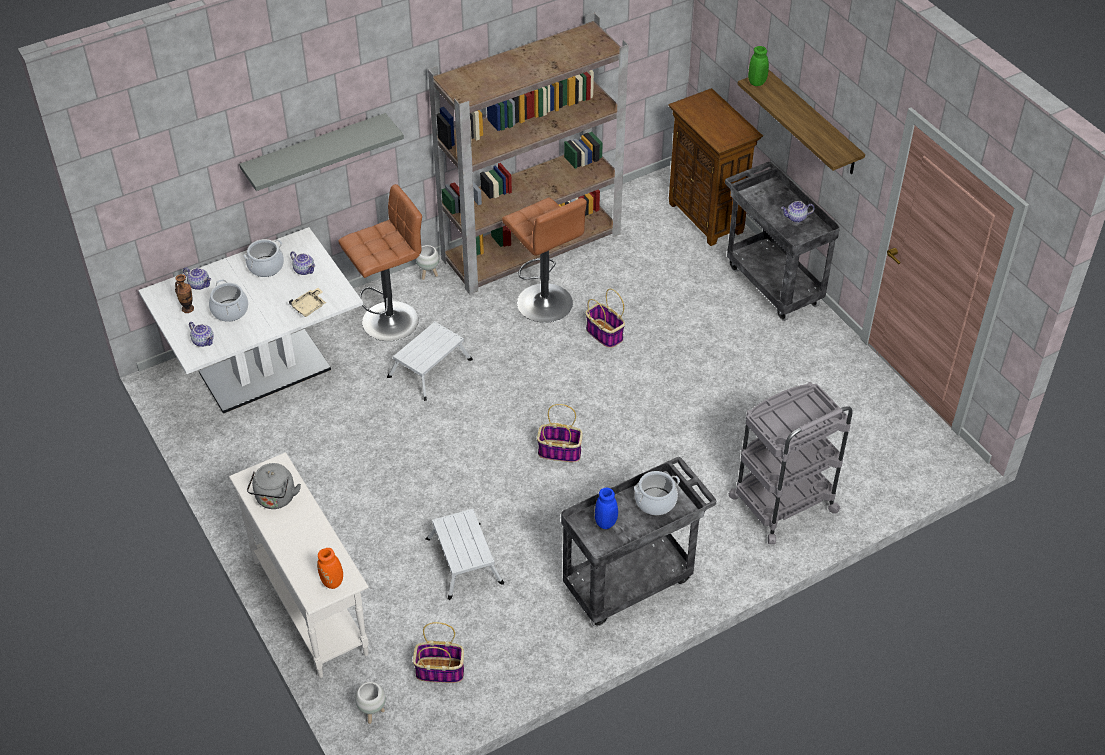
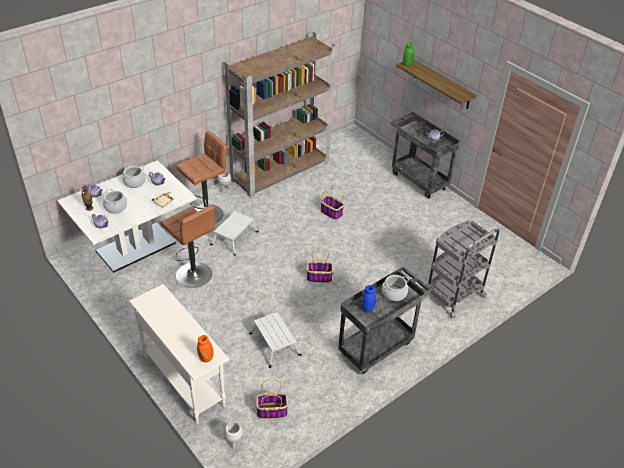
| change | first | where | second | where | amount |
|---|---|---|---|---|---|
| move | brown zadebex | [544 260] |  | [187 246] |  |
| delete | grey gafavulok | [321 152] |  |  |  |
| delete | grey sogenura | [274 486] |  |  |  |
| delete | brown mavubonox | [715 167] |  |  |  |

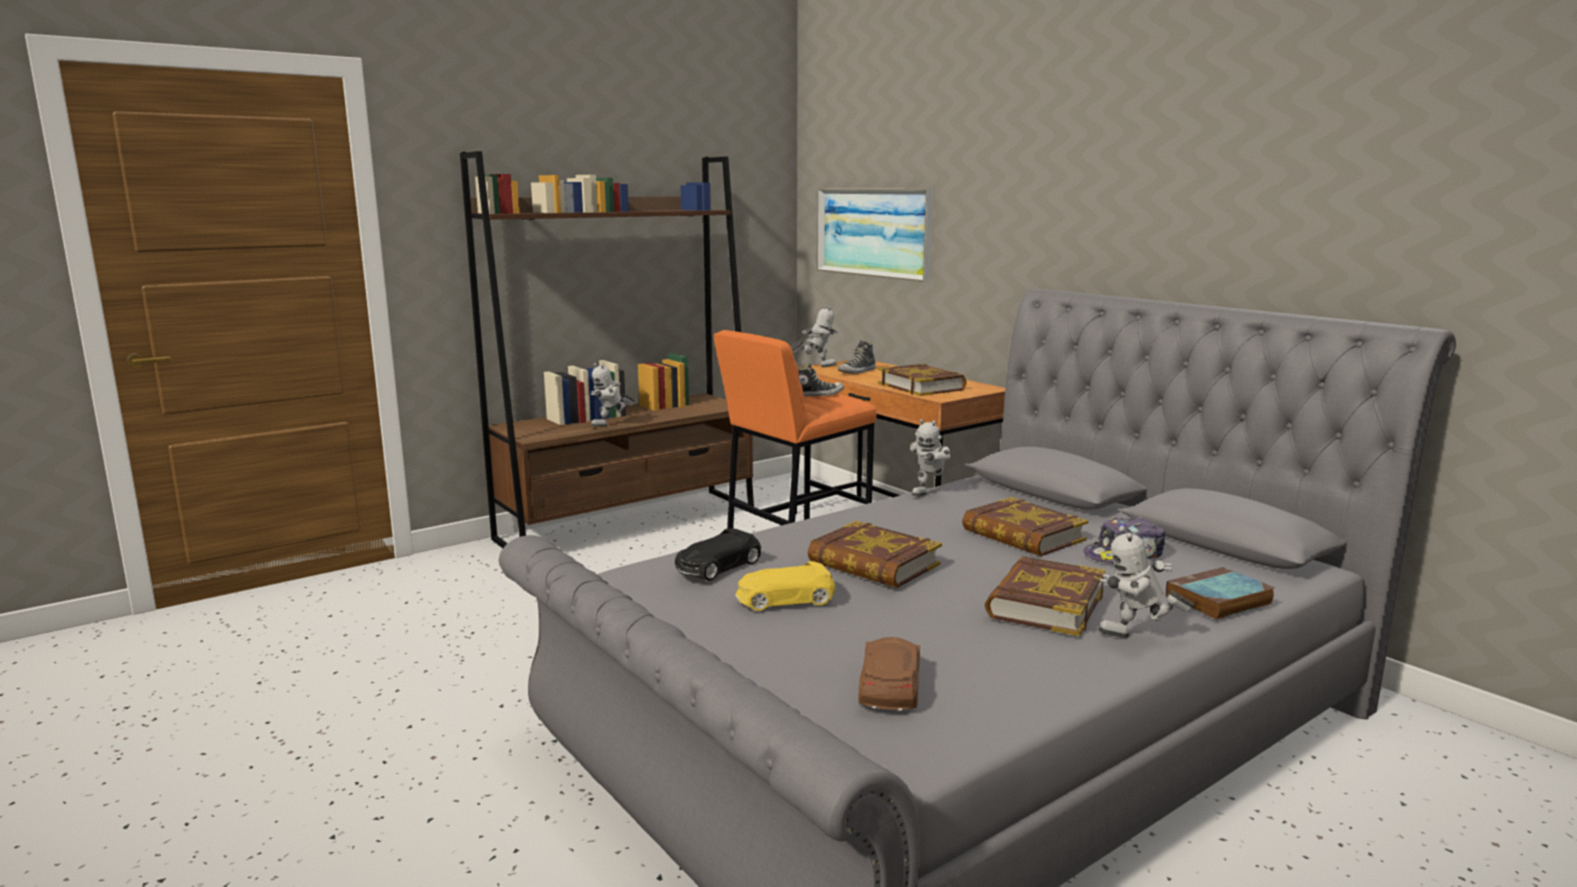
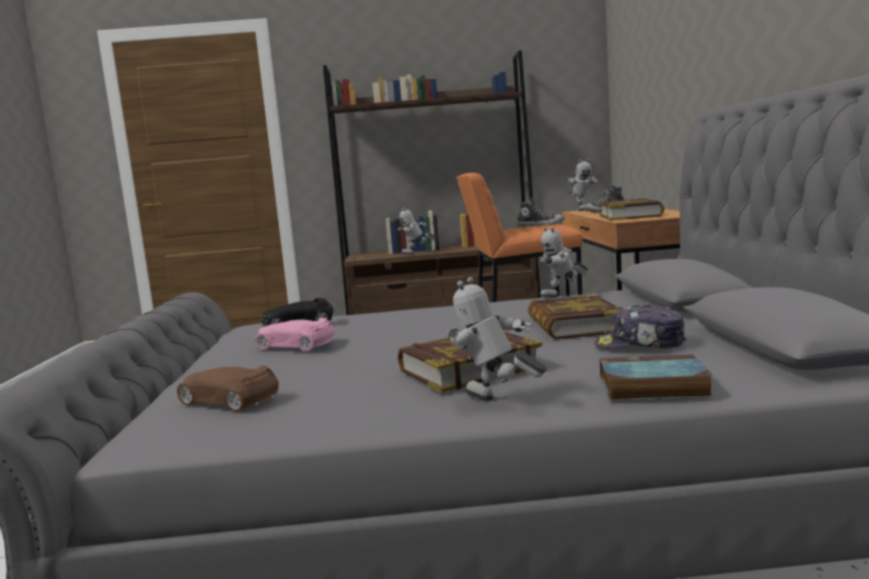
| change | first | where | second | where | amount |
|---|---|---|---|---|---|
| rotate | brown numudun | [889 673] |  | [228 388] | 105 degrees counterclockwise |
| recolor | yellow numudun | [785 586] | pink numudun | [295 334] |  |
| rotate | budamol | [814 336] |  | [582 185] | 60 degrees clockwise |
| delete | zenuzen | [875 554] |  |  |  |
| delete | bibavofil | [875 235] |  |  |  |

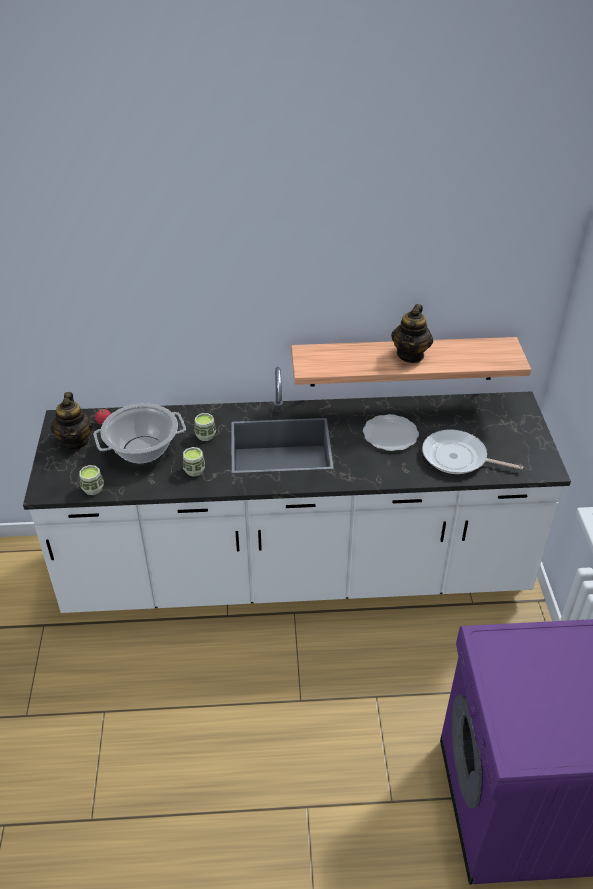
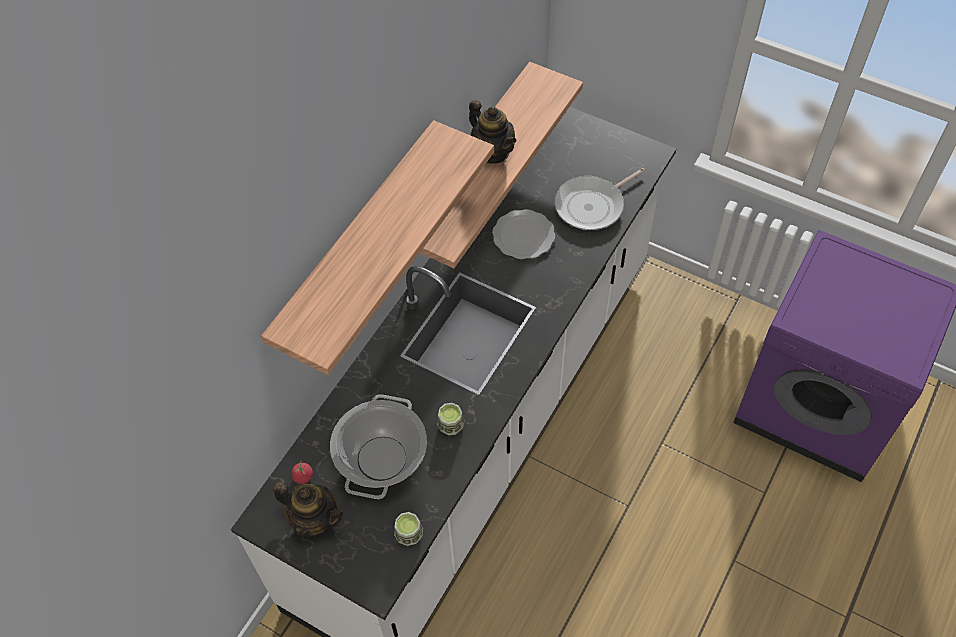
| change | first | where | second | where | amount |
|---|---|---|---|---|---|
| insert |  |  | gafavulok | [377 247] |  |
| delete | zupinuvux | [205 427] |  |  |  |

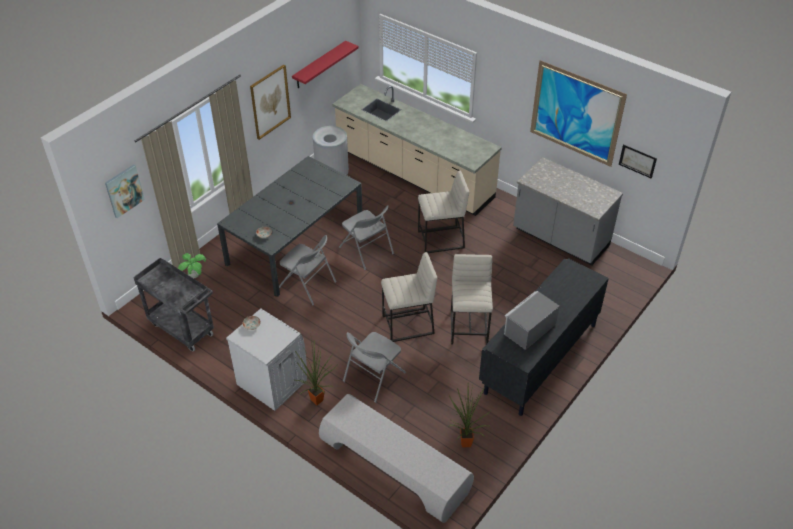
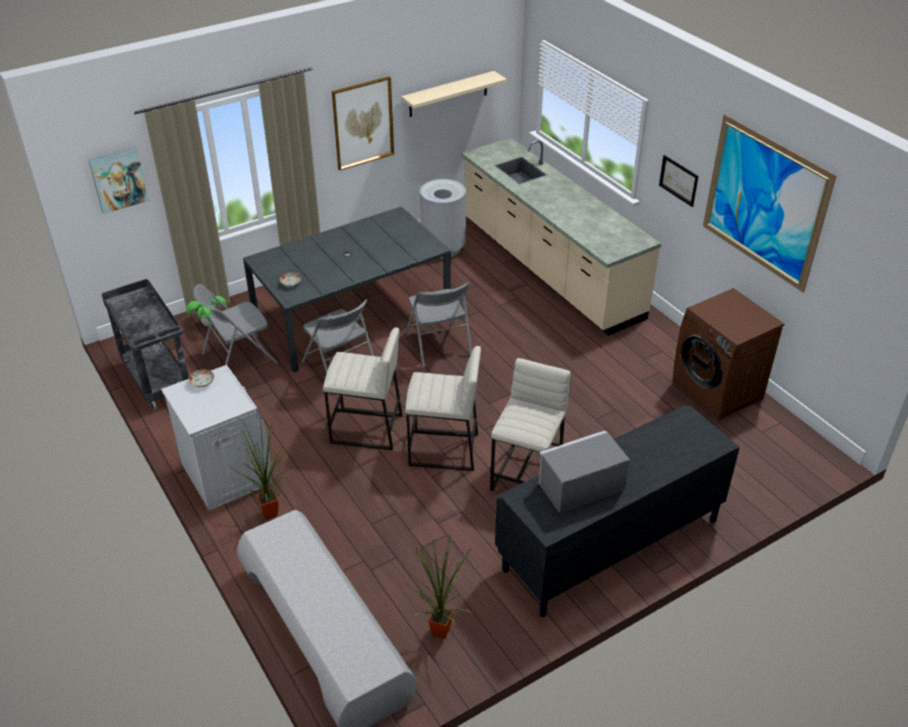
| change | first | where | second | where | amount |
|---|---|---|---|---|---|
| move | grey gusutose | [374 367] |  | [235 324] |  |
| move | beige zadebex | [443 212] |  | [363 389] |  |
| recolor | red gafavulok | [325 64] | beige gafavulok | [454 94] |  |
| move | bibavofil | [638 161] |  | [678 181] |  |
| replace | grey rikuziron | [568 211] | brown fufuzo | [728 354] |  |

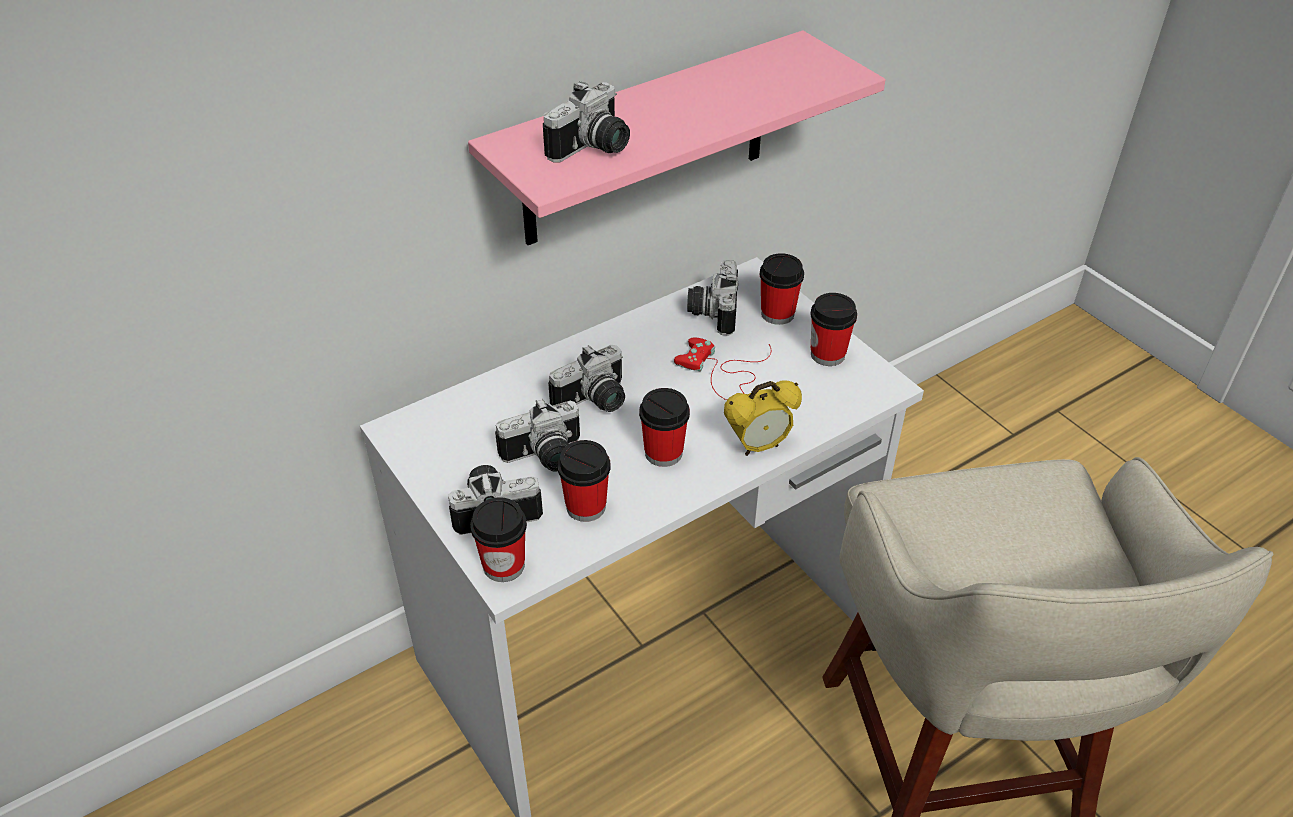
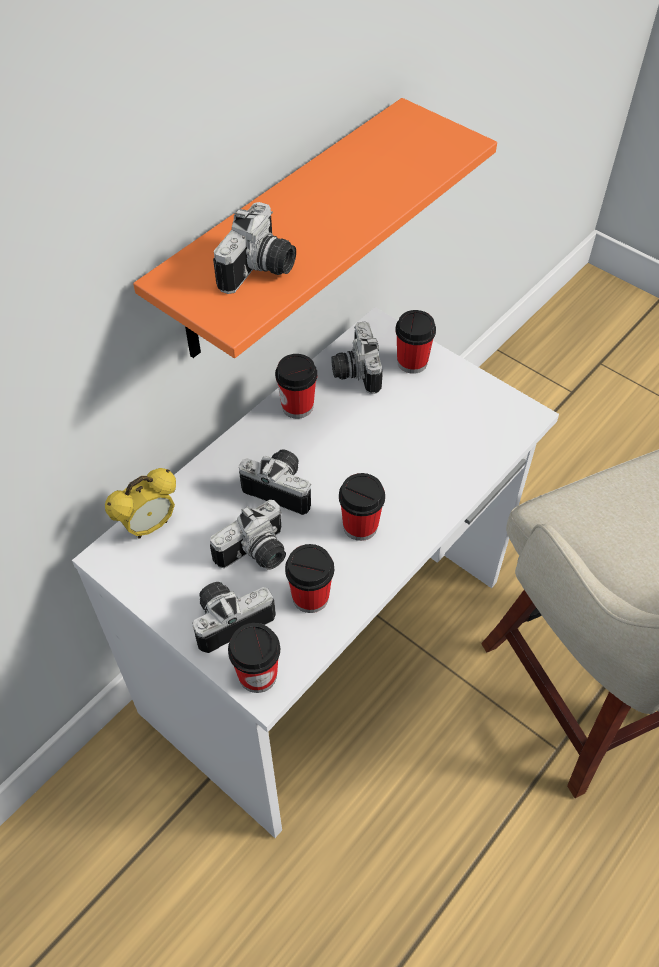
| change | first | where | second | where | amount |
|---|---|---|---|---|---|
| move | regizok | [763 418] |  | [140 503] |  |
| recolor | pink gafavulok | [676 137] | orange gafavulok | [315 228] |  |
| rotate | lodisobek | [586 378] |  | [275 482] | 105 degrees counterclockwise |
| move | zupinuvux | [833 329] |  | [296 386] |  |
| delete | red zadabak | [722 368] |  |  |  |

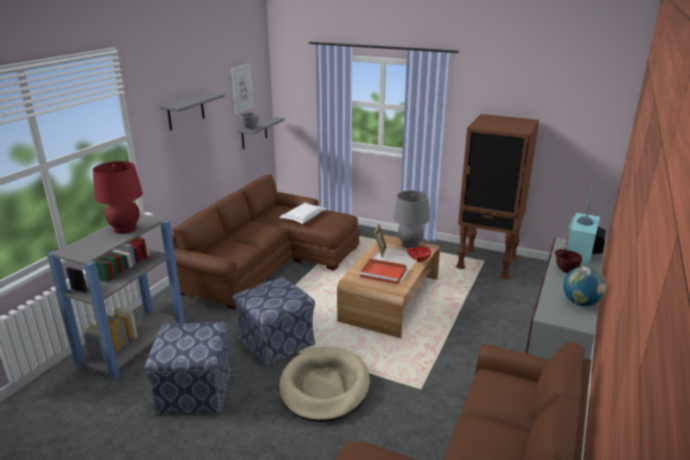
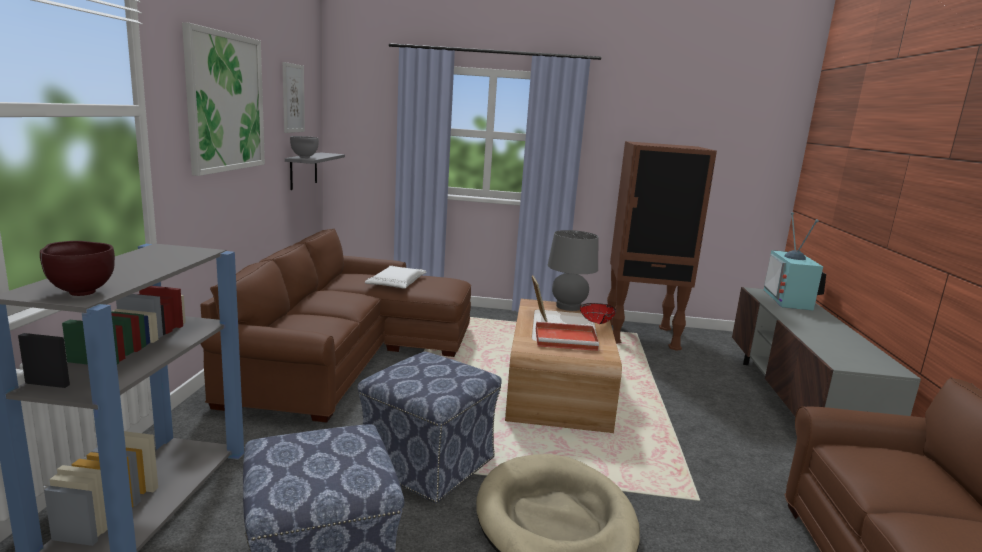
| change | first | where | second | where | amount |
|---|---|---|---|---|---|
| move | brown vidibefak | [568 261] |  | [77 268] |  |
| replace | grey gafavulok | [192 111] | bibavofil | [223 99] |  |
| delete | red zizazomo | [118 197] |  |  |  |
| delete | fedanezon | [584 286] |  |  |  |

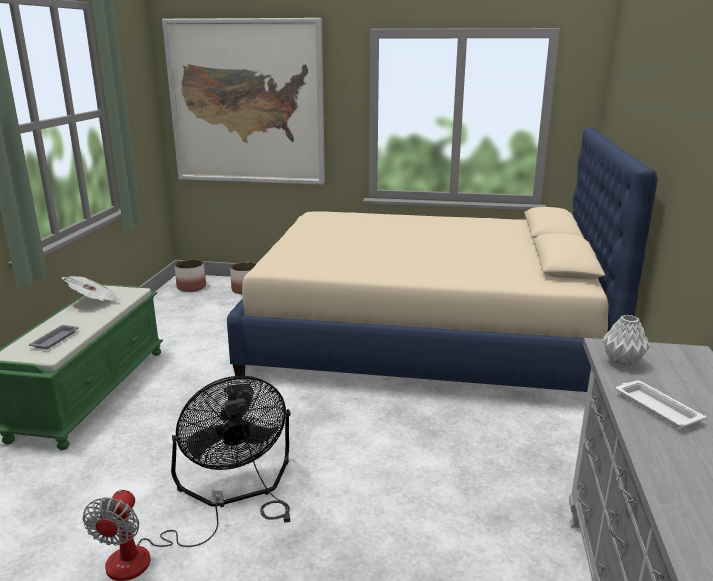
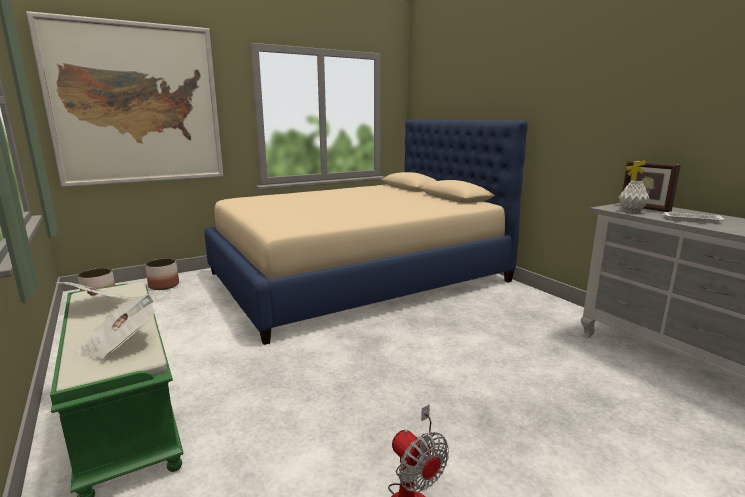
| change | first | where | second | where | amount |
|---|---|---|---|---|---|
| replace | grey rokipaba | [54 337] | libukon | [116 326] |  |
| insert |  |  | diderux | [650 186] |  |
| delete | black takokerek | [231 449] |  |  |  |

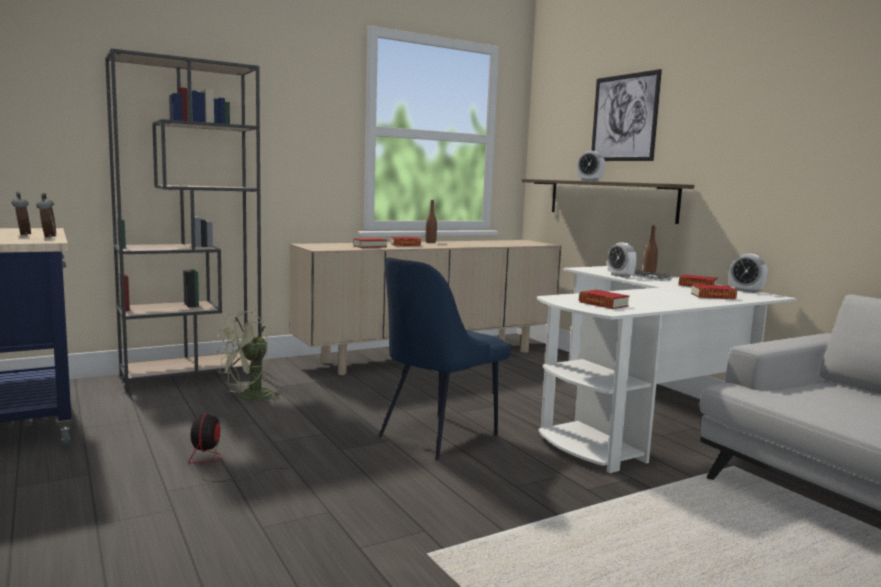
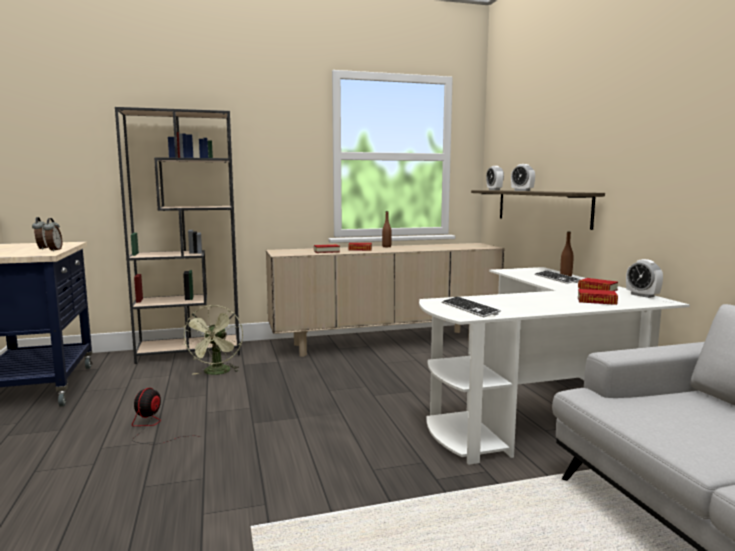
| change | first | where | second | where | amount |
|---|---|---|---|---|---|
| rotate | green takokerek | [248 357] |  | [212 340] | 60 degrees counterclockwise |
| replace | zenuzen | [604 299] | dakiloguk | [471 306] |  |
| move | regizok | [622 260] |  | [495 178] |  |
| delete | blue gusutose | [444 358] |  |  |  |
| delete | bibavofil | [626 115] |  |  |  |

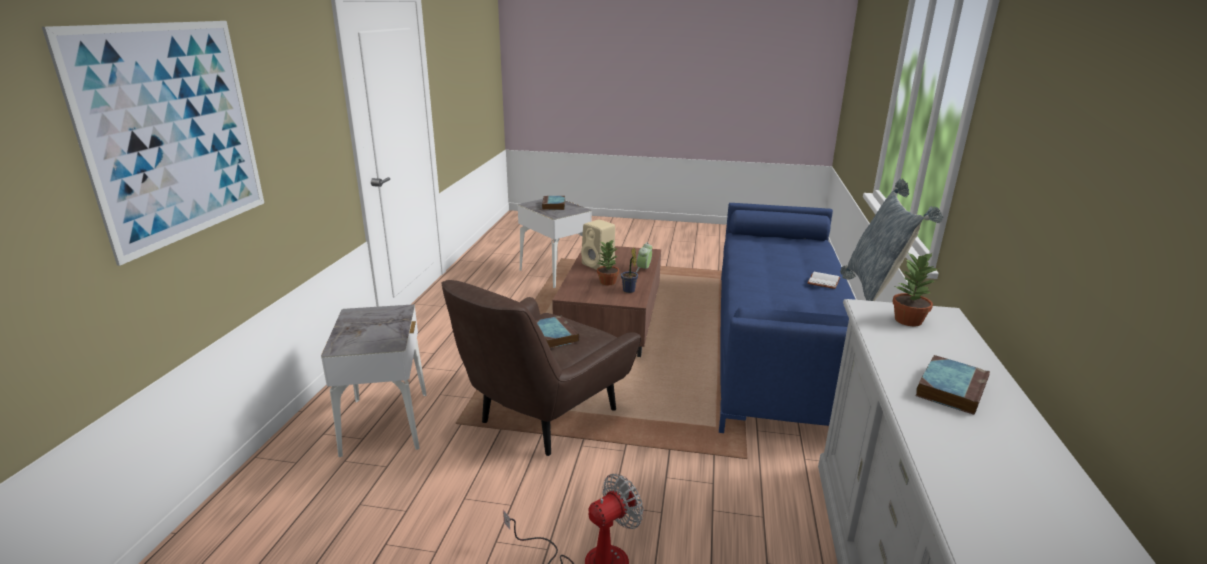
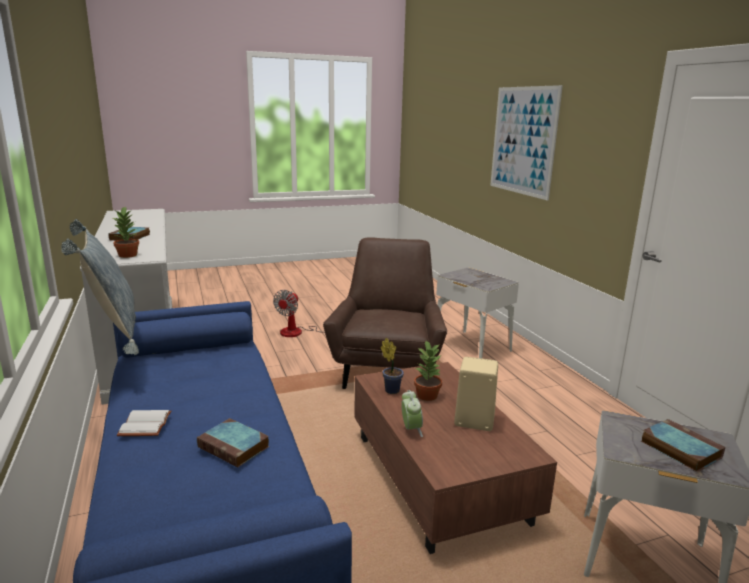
| change | first | where | second | where | amount |
|---|---|---|---|---|---|
| move | zenuzen | [557 331] |  | [233 442] |  |

